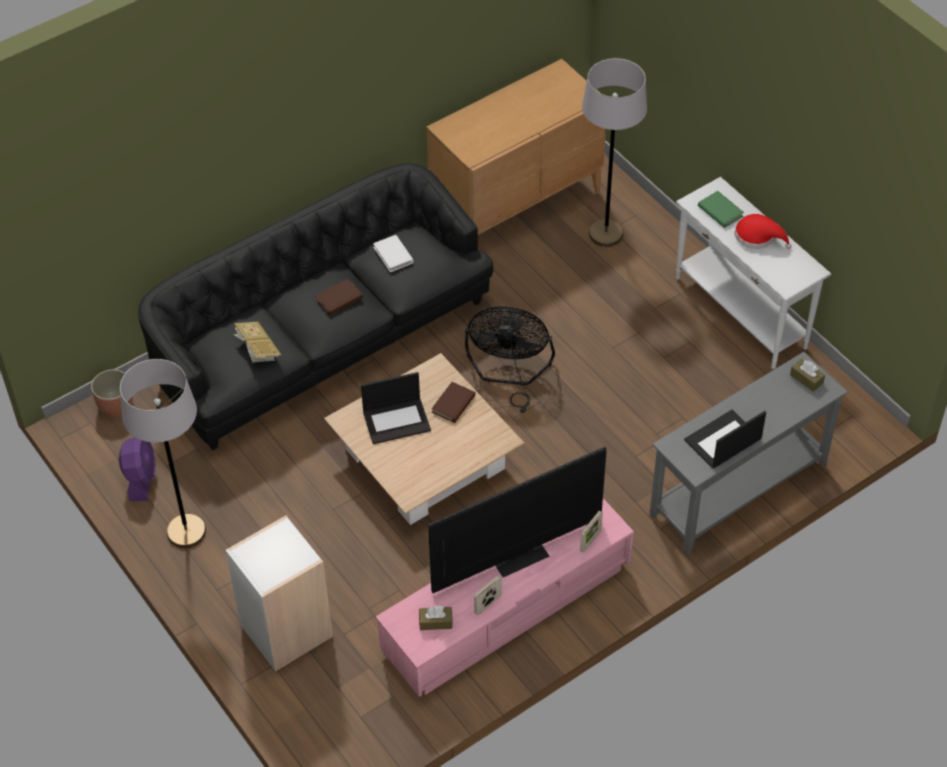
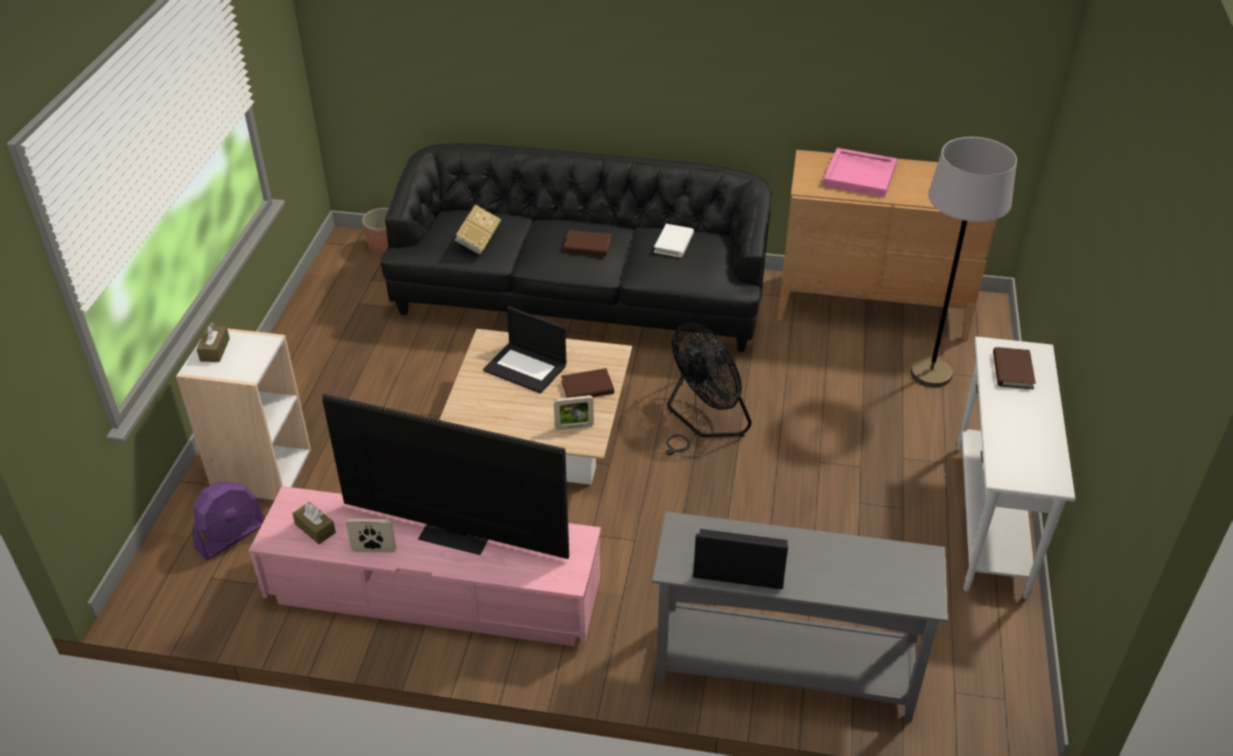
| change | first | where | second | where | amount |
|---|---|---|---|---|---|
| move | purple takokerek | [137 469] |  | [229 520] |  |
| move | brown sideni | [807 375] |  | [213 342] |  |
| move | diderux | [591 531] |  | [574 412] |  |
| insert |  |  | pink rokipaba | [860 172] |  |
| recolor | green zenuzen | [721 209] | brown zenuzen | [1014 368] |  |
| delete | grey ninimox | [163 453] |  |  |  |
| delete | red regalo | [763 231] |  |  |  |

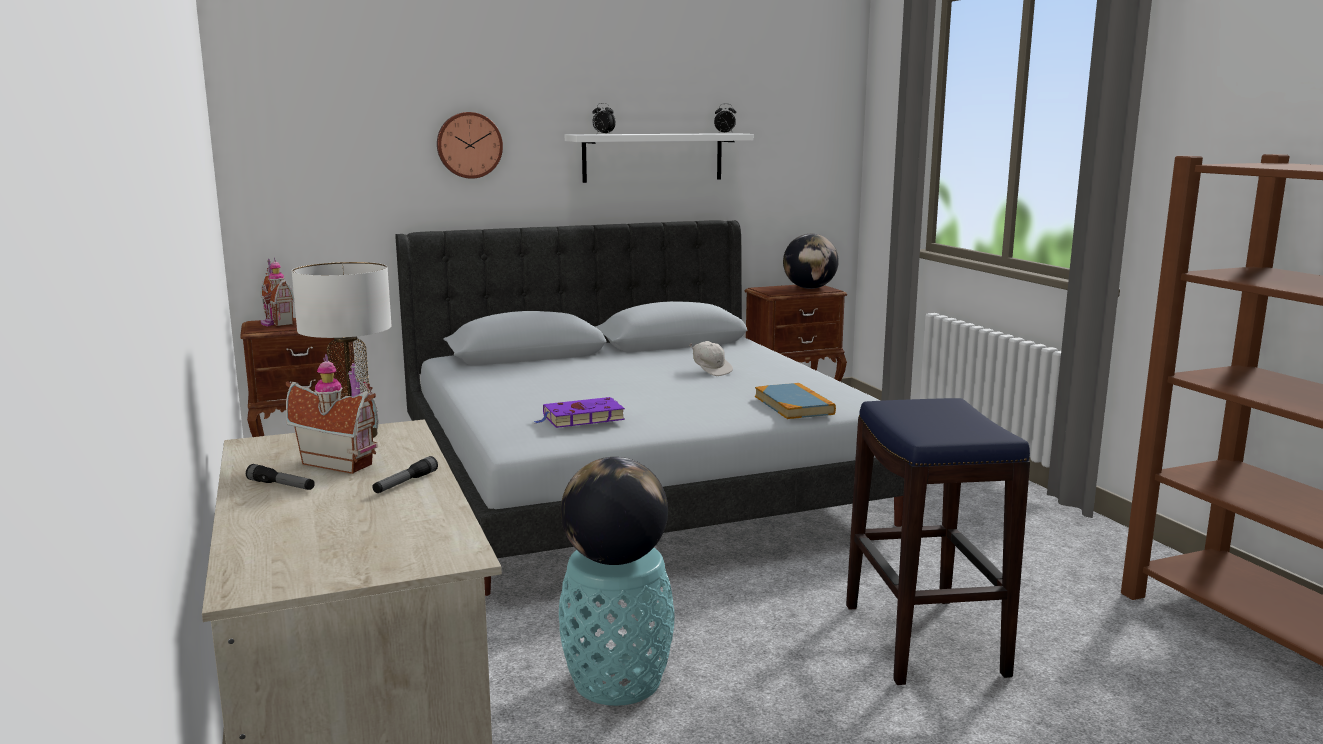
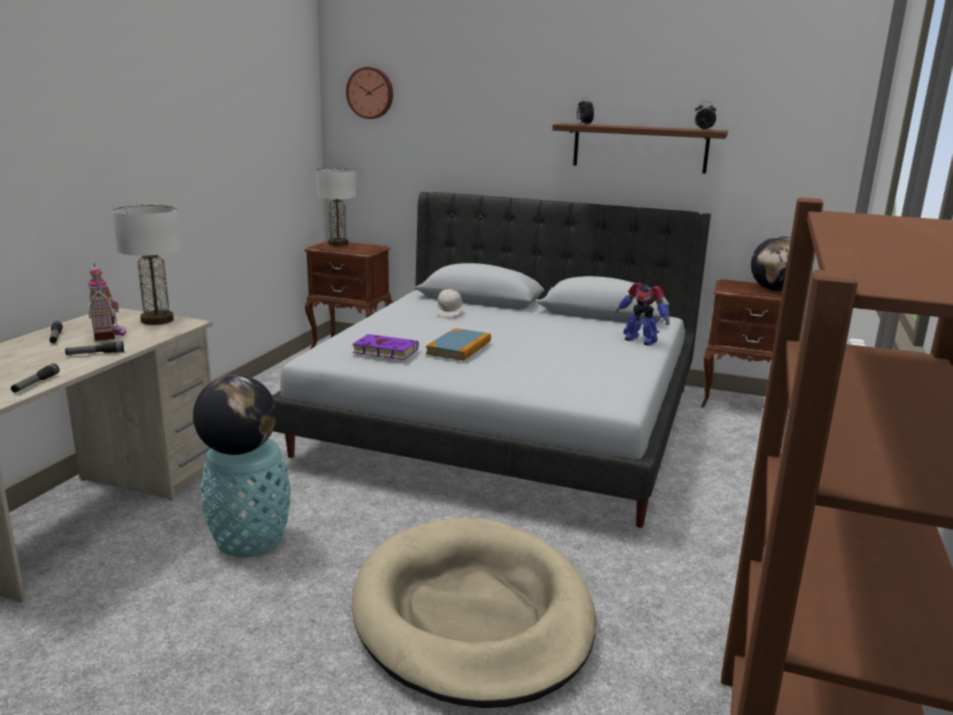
| change | first | where | second | where | amount |
|---|---|---|---|---|---|
| insert |  |  | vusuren | [35 378] |  |
| replace | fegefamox | [277 291] | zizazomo | [336 207] |  |
| move | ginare | [470 145] |  | [369 93] |  |
| replace | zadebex | [938 541] | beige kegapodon | [474 613] |  |
| move | zenuzen | [795 401] |  | [458 344] |  |
| move | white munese | [711 358] |  | [450 303] |  |
| recolor | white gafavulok | [659 158] | brown gafavulok | [640 148] |  |
| insert |  |  | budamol | [642 314] |  |

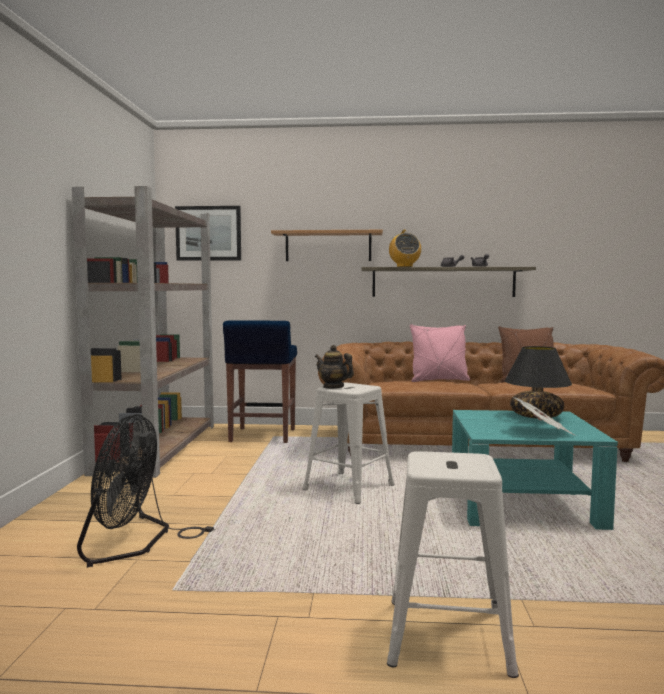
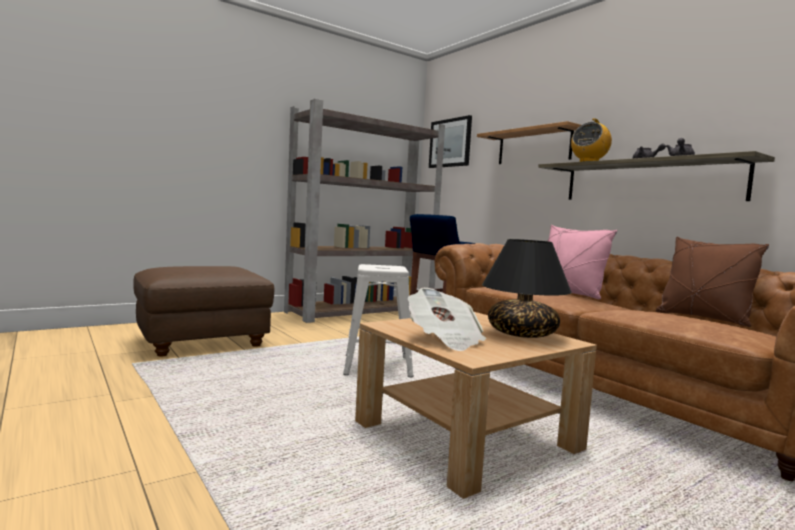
| change | first | where | second | where | amount |
|---|---|---|---|---|---|
| replace | black takokerek | [145 491] | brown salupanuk | [203 311] |  |
| recolor | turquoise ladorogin | [535 470] | brown ladorogin | [476 405] |  |
| delete | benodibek | [334 367] |  |  |  |
| delete | white zadebex | [453 564] |  |  |  |

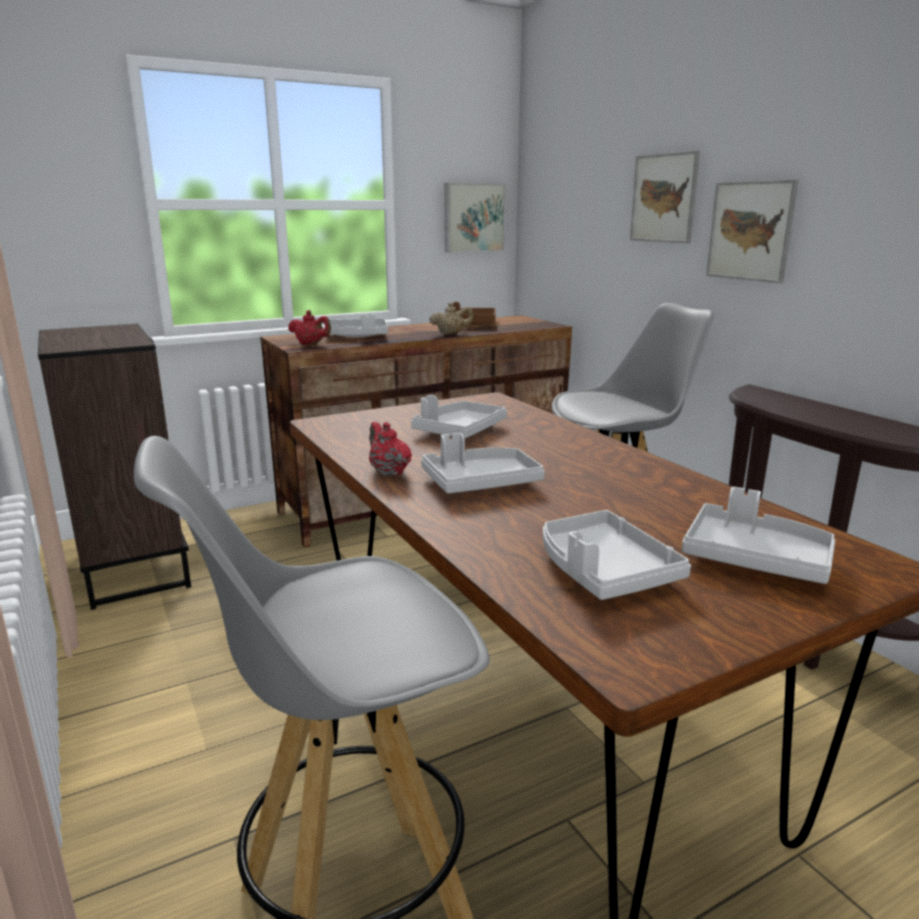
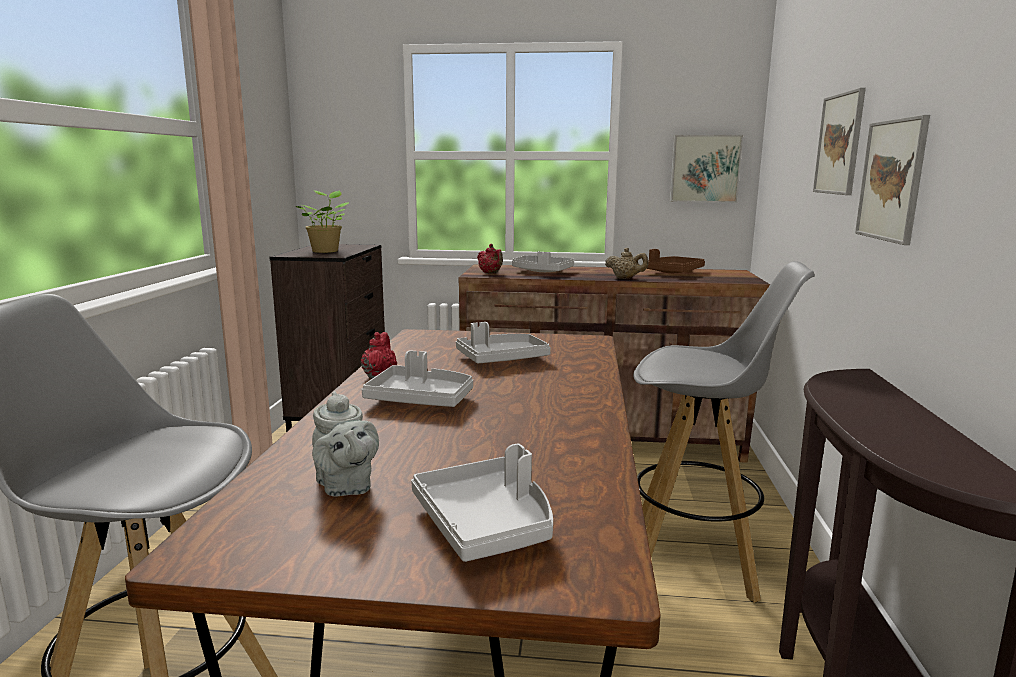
| change | first | where | second | where | amount |
|---|---|---|---|---|---|
| insert |  |  | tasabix | [322 221] |  |
| replace | grey rokipaba | [617 555] | grey benodibek | [345 443] |  |

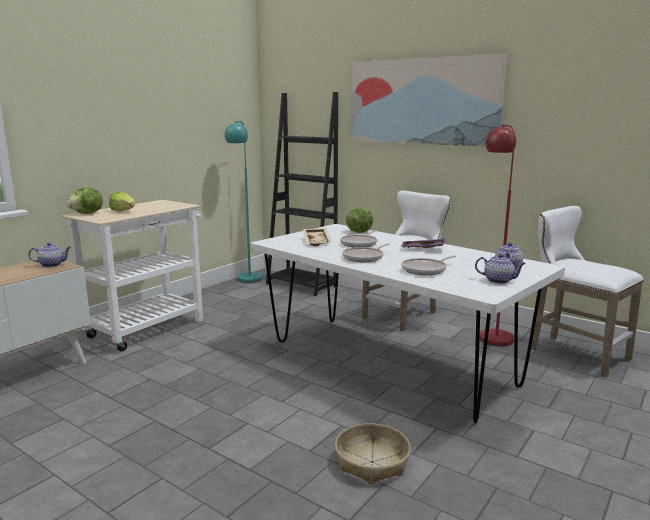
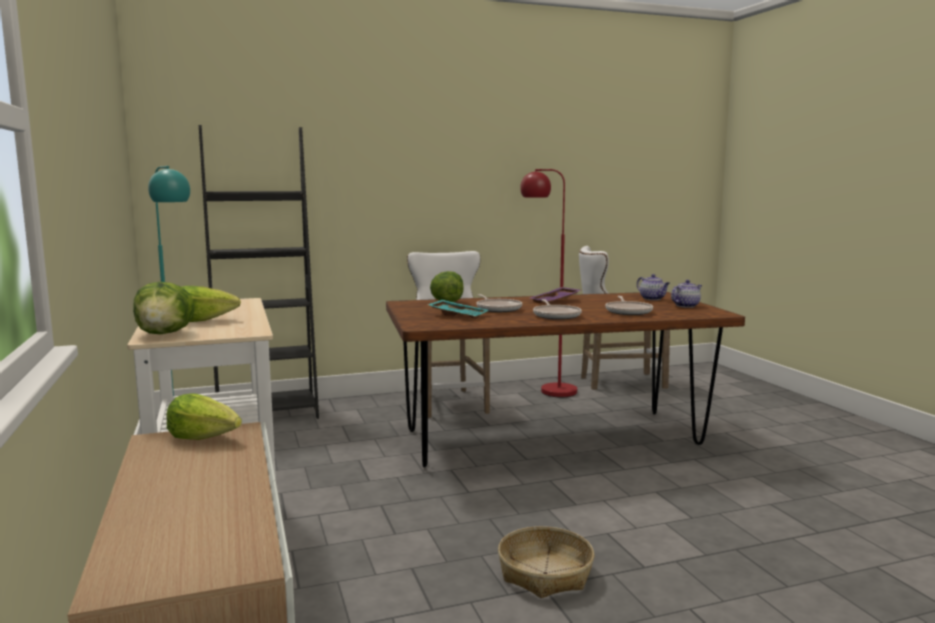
| change | first | where | second | where | amount |
|---|---|---|---|---|---|
| replace | benodibek | [49 254] | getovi | [204 416] |  |
| recolor | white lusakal | [408 323] | brown lusakal | [565 379] |  |
| recolor | beige rokipaba | [317 237] | turquoise rokipaba | [457 309] |  |
| move | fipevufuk | [373 454] |  | [546 562] |  |
| delete | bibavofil | [429 100] |  |  |  |

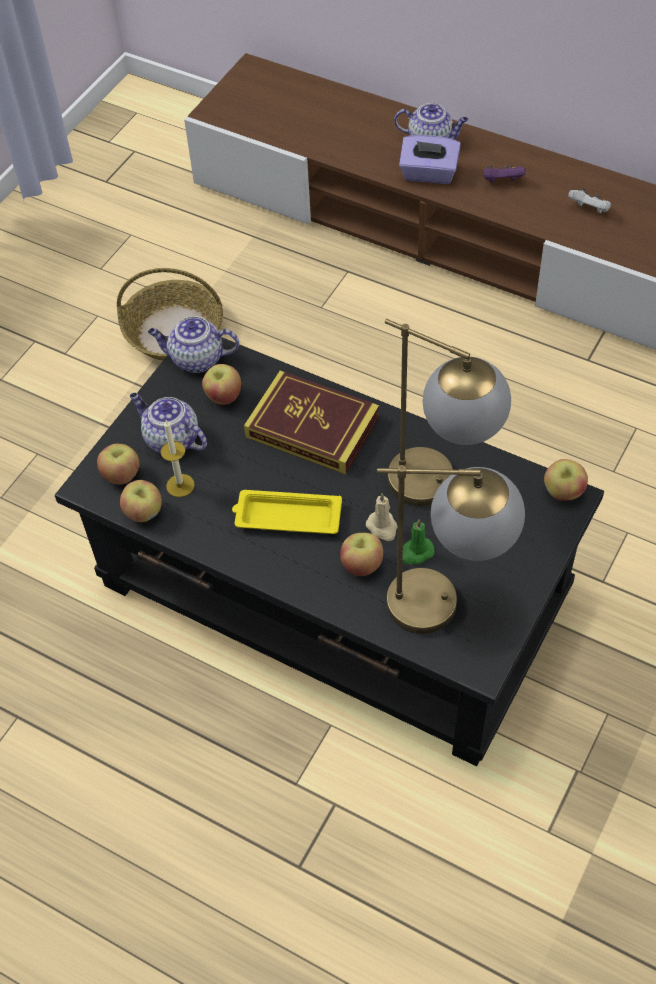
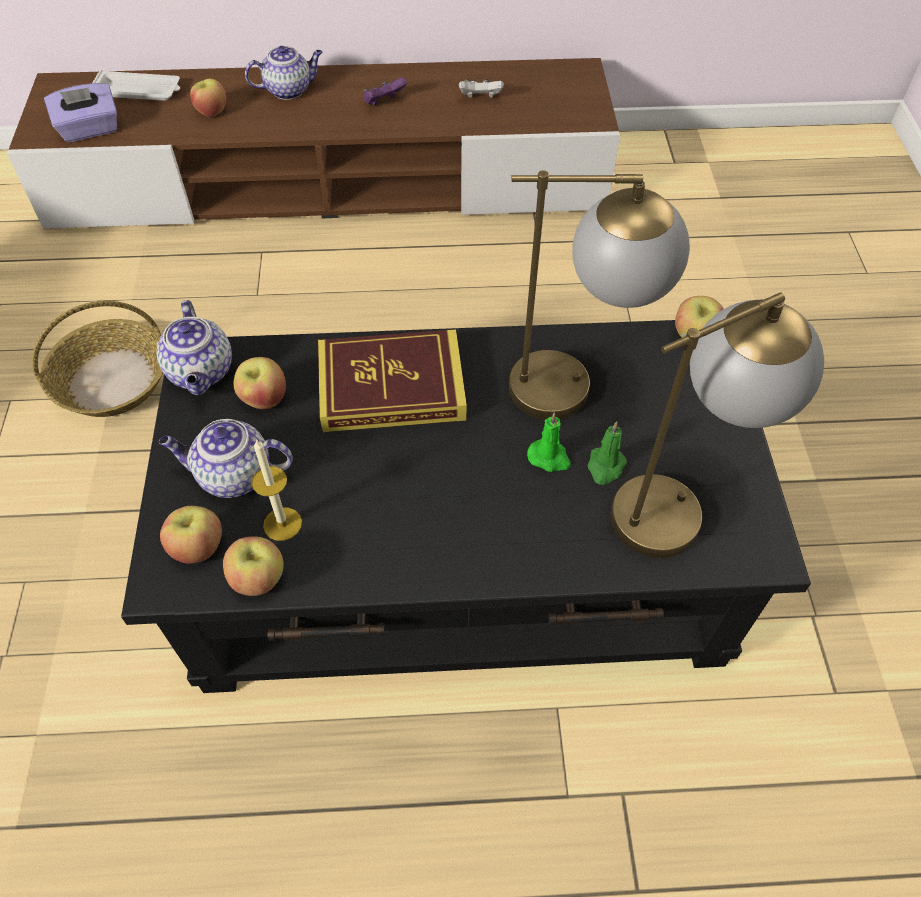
| change | first | where | second | where | amount |
|---|---|---|---|---|---|
| move | purple sideni | [430 159] |  | [80 112] |  |
| insert |  |  | white rokipaba | [136 85] |  |
| rotate | benodibek | [193 344] |  | [194 347] | 75 degrees counterclockwise |
| move | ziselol | [361 554] |  | [208 98] |  |
| recolor | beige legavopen | [382 517] | green legavopen | [549 442] |  |
| delete | yellow rokipaba | [287 512] |  |  |  |

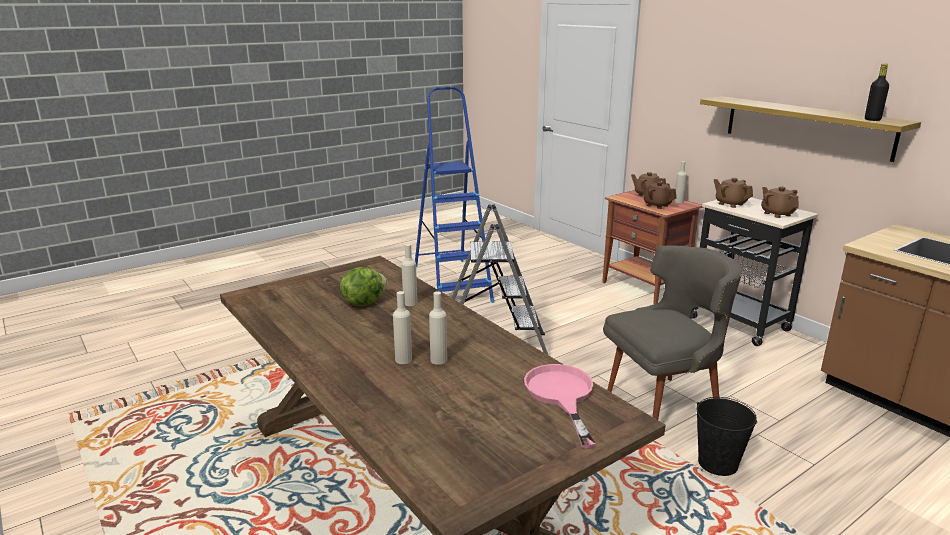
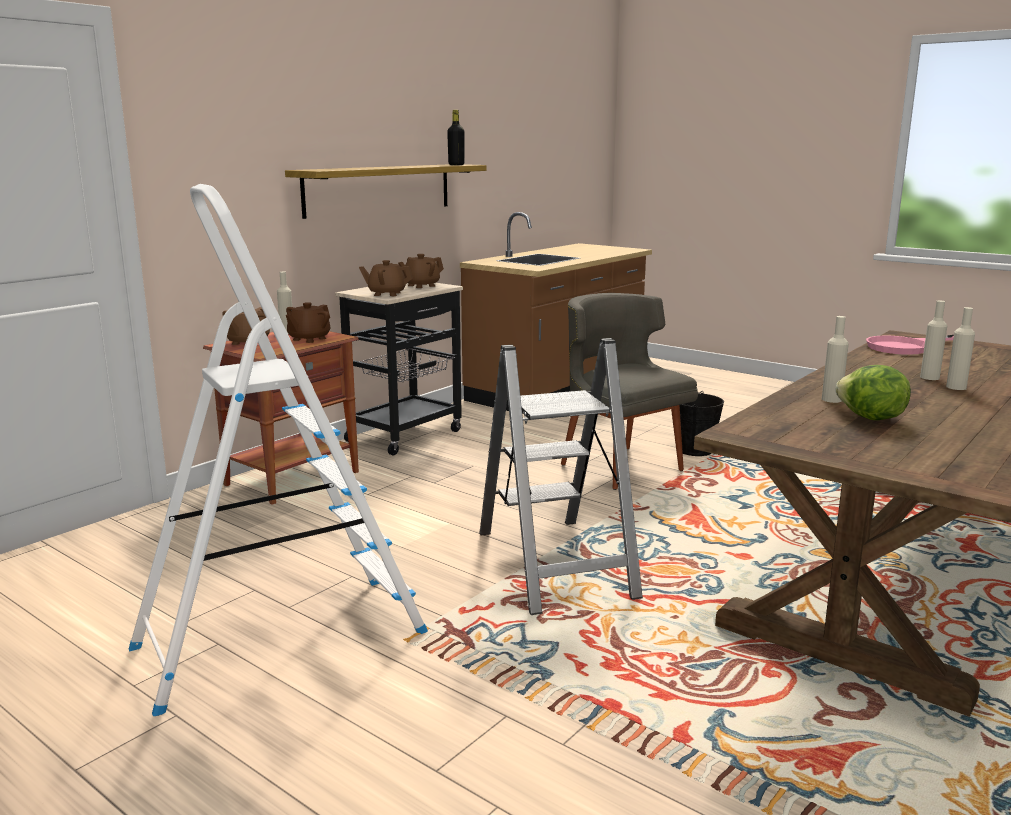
| change | first | where | second | where | amount |
|---|---|---|---|---|---|
| recolor | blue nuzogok | [454 195] | white nuzogok | [278 450] |  |
| rotate | brown benodibek | [733 193] |  | [386 278] | 60 degrees clockwise |

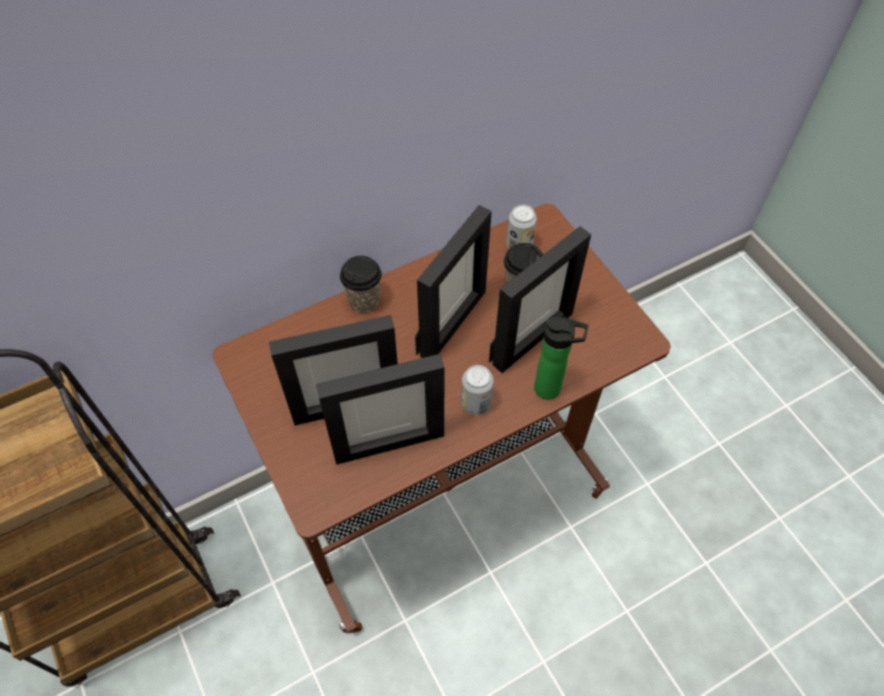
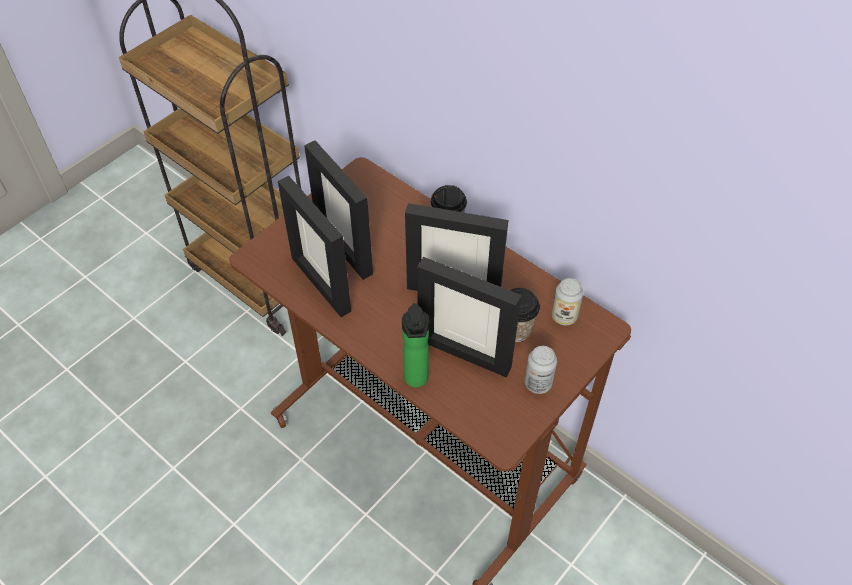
| change | first | where | second | where | amount |
|---|---|---|---|---|---|
| move | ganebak | [477 390] |  | [541 370] |  |

